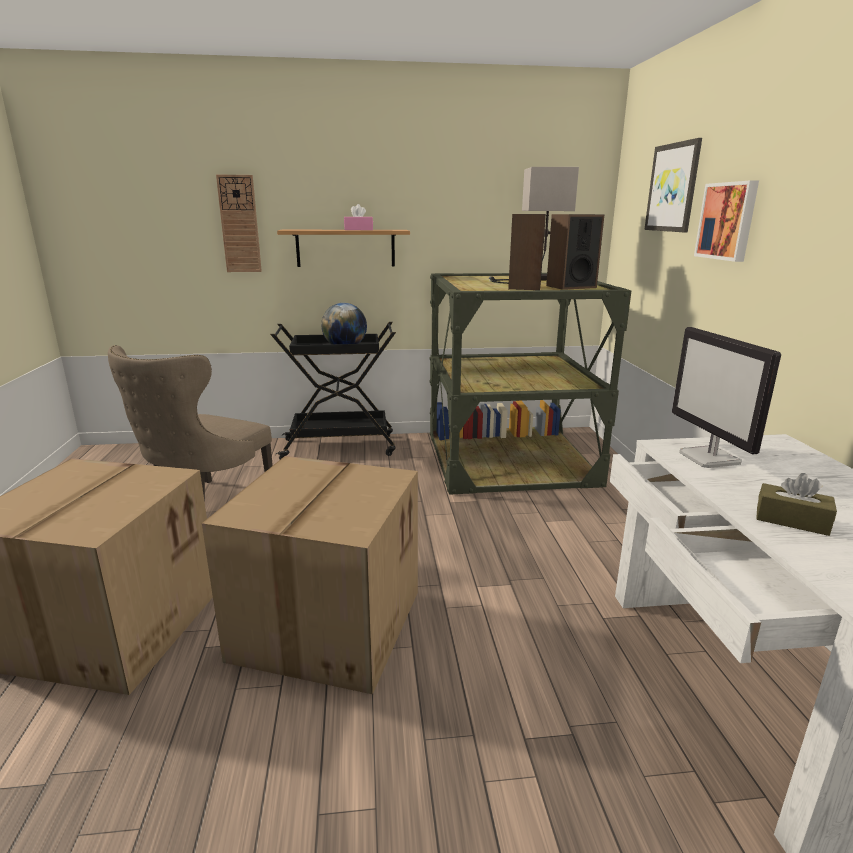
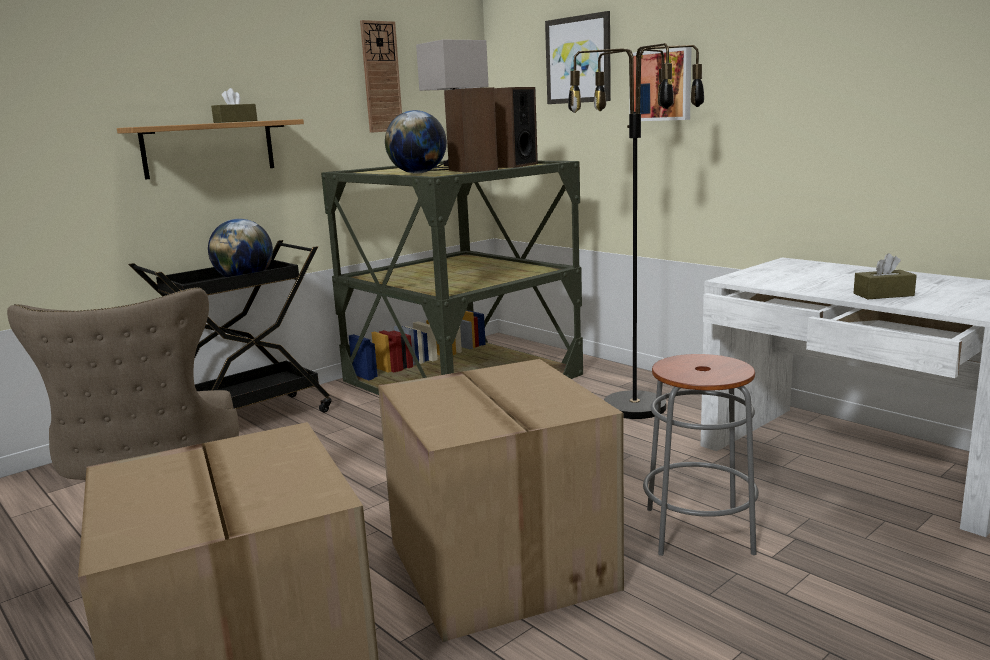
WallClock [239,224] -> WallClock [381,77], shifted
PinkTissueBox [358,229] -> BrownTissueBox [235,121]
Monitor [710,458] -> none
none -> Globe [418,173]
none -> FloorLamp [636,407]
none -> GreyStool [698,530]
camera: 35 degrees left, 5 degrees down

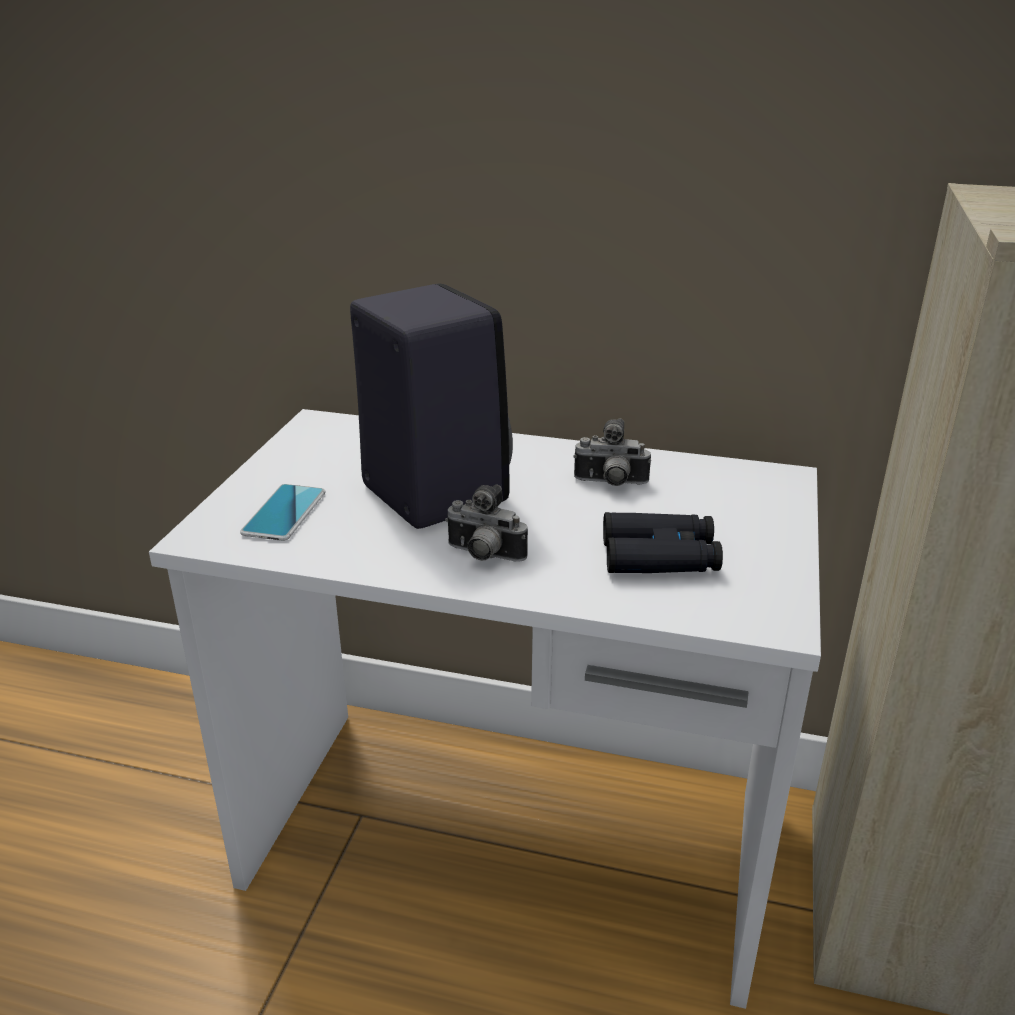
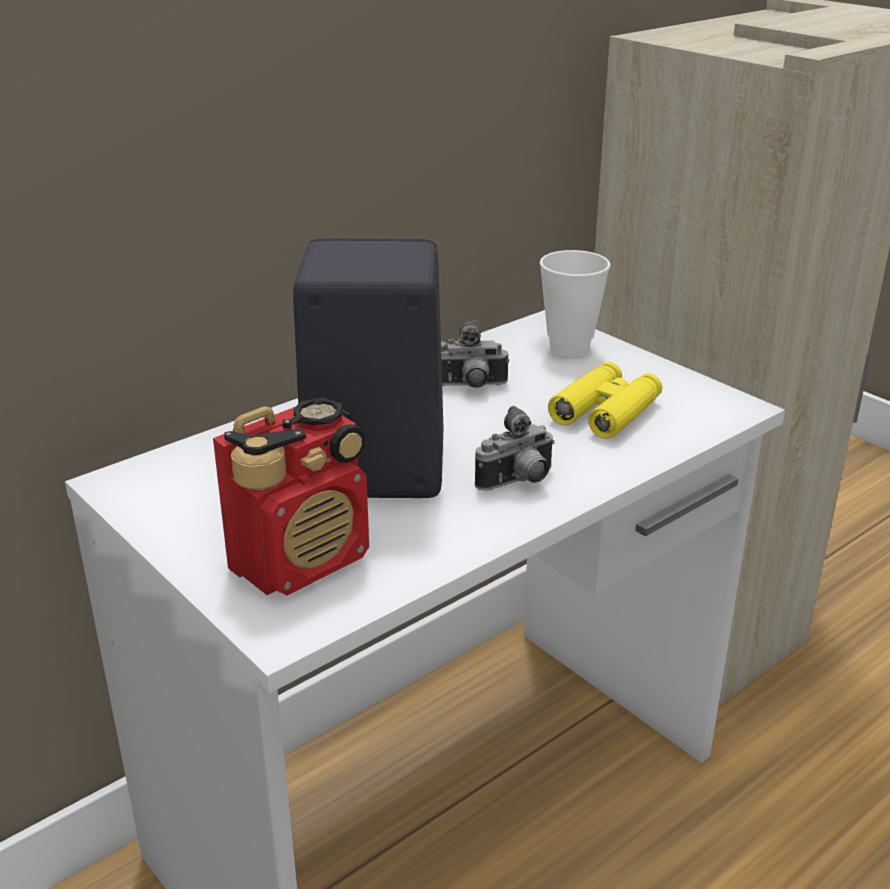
Phone [284,513] -> Radio [302,561]
PhotoCamera [610,484] -> PhotoCamera [470,387], 45 degrees clockwise
BlackBinoculars [660,557] -> YellowBinoculars [606,411]
none -> Cup [569,348]
camera: 55 degrees left, 0 degrees up

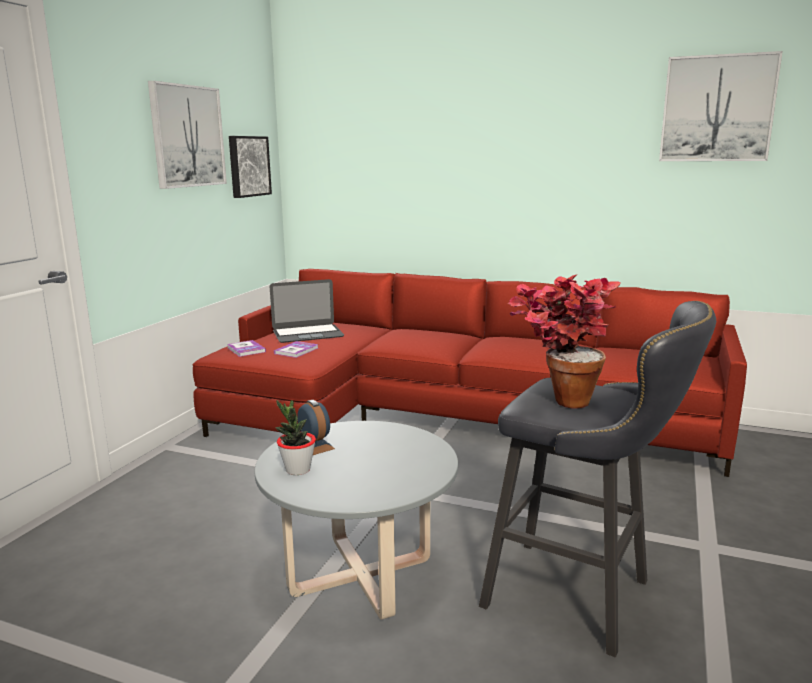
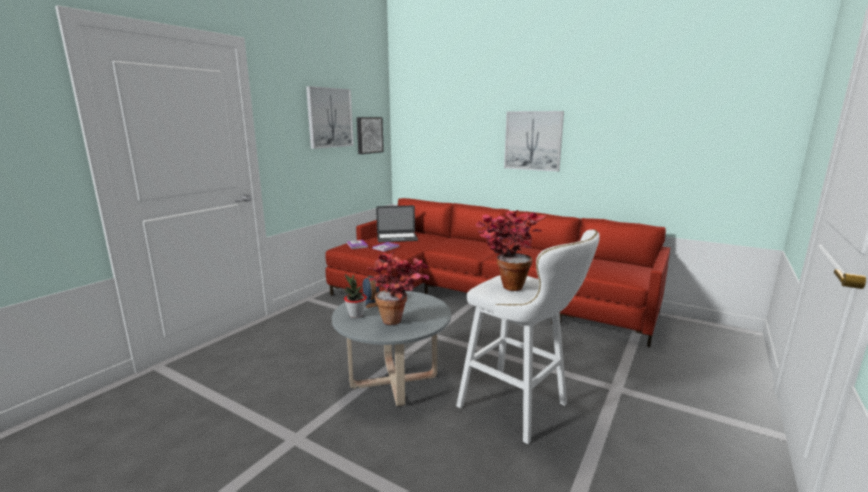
BlackStool [586,600] -> WhiteStool [523,410]
Picture [717,109] -> Picture [533,140], shifted
none -> PottedPlant [399,322]
camera: 10 degrees right, 0 degrees up

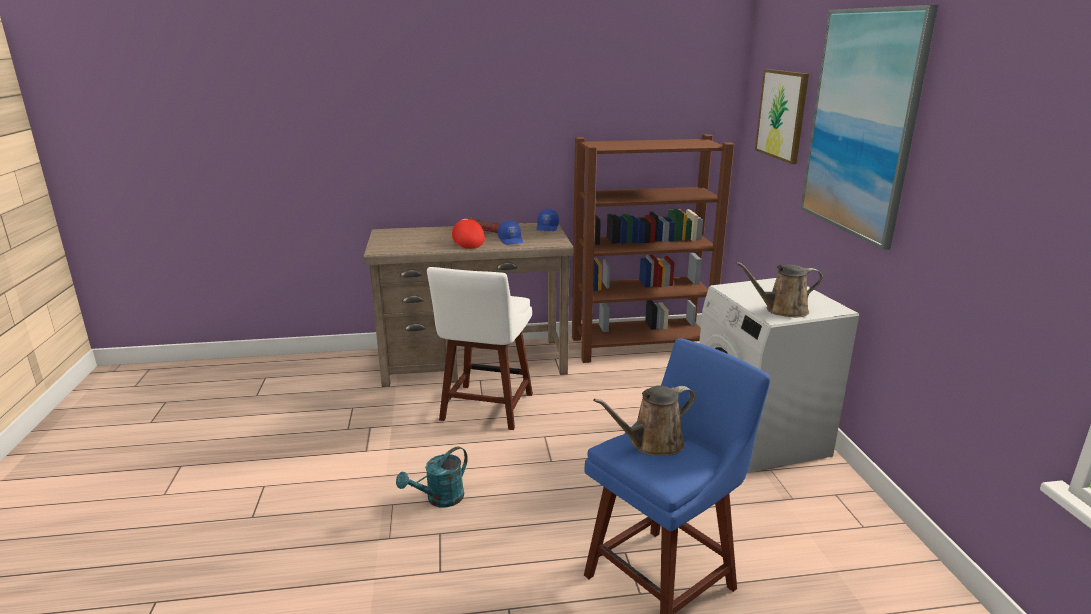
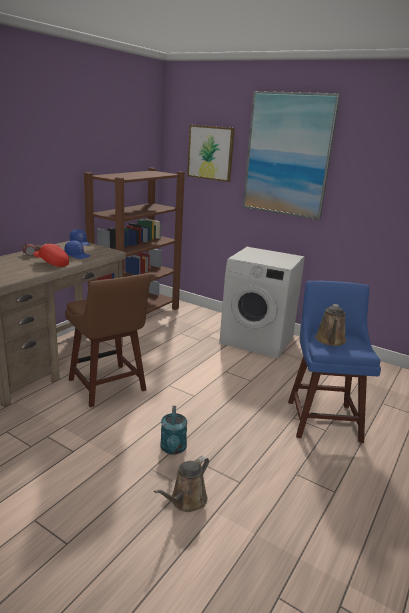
WhiteStool [485,409] -> BrownStool [108,387]
BrownWateringCan [782,310] -> BrownWateringCan [186,501], shifted
camera: 50 degrees left, 0 degrees up

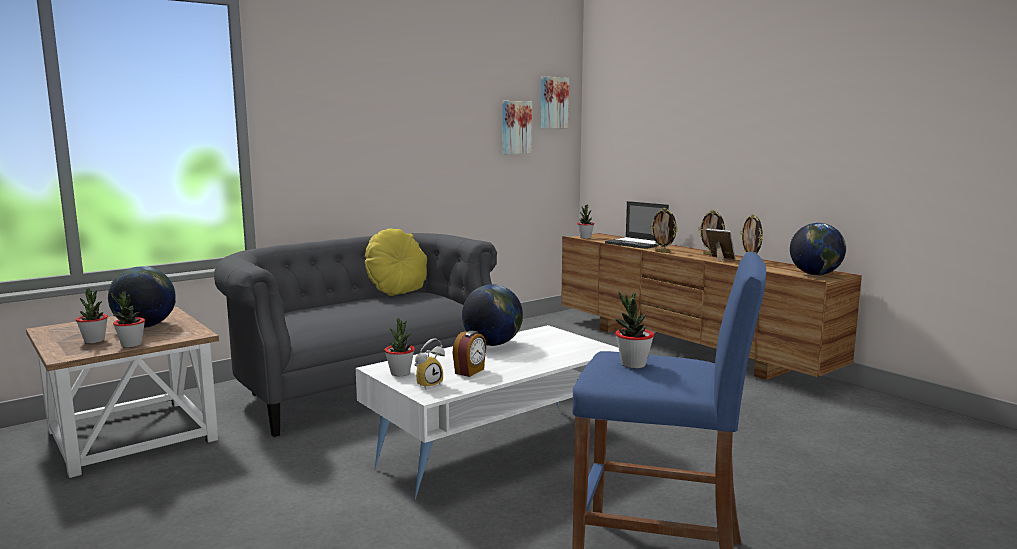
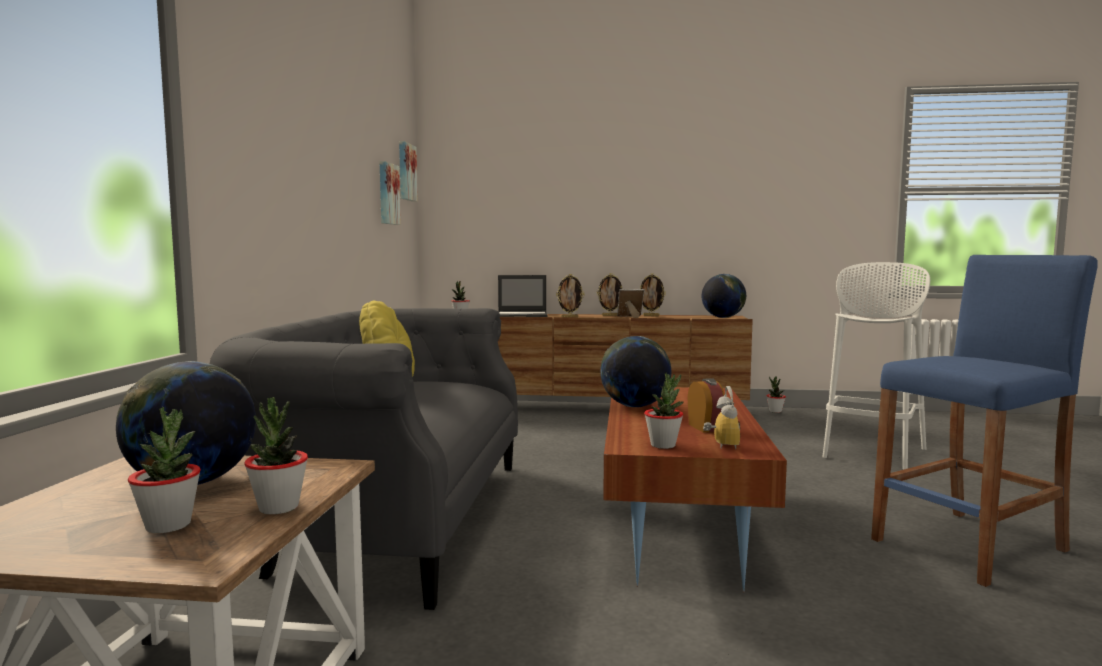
WhiteCoffeeTable [496,449] -> BrownCoffeeTable [676,522]
PottedPlant [633,364] -> PottedPlant [775,411], shifted
none -> WhiteStool [869,451]
camera: 45 degrees left, 5 degrees down

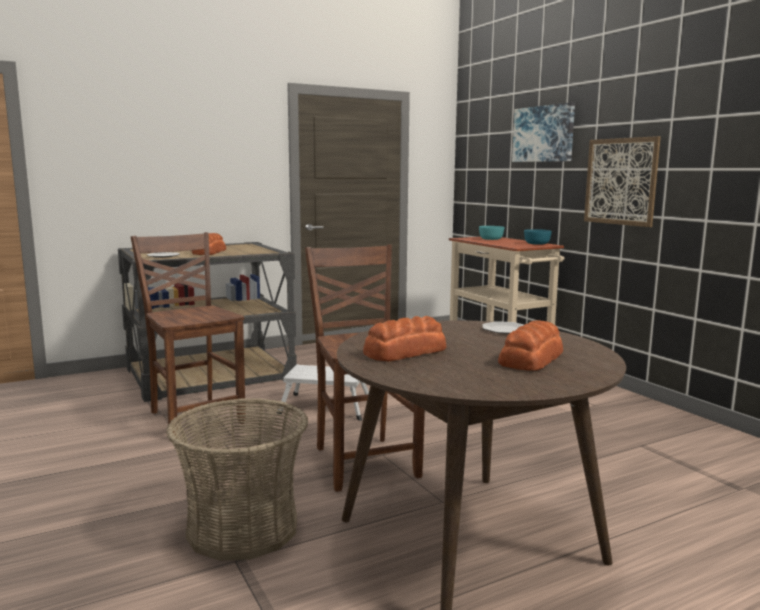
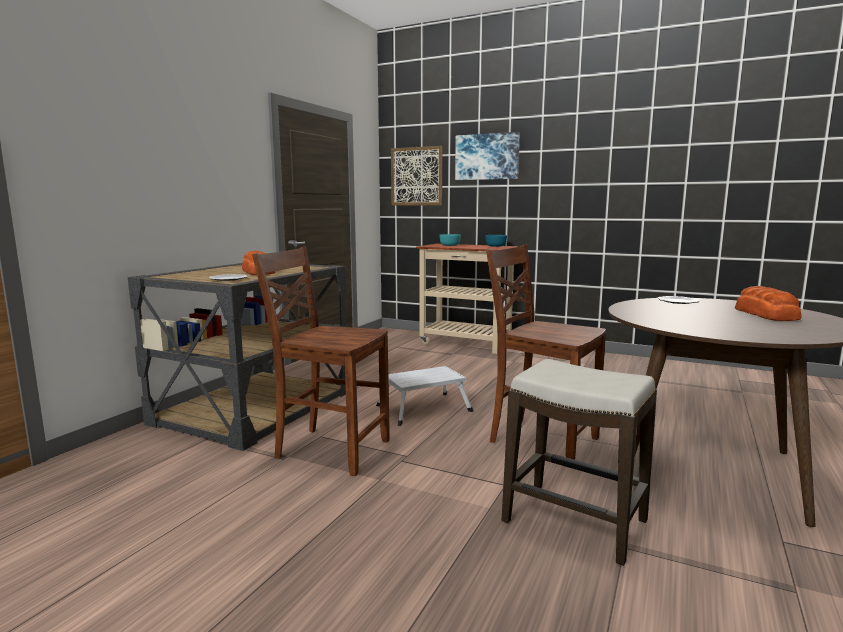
Basket [242,528] -> Stool [573,521]
Bread [404,352] -> none
Picture [620,180] -> Picture [416,175], shifted
camera: 35 degrees left, 0 degrees up

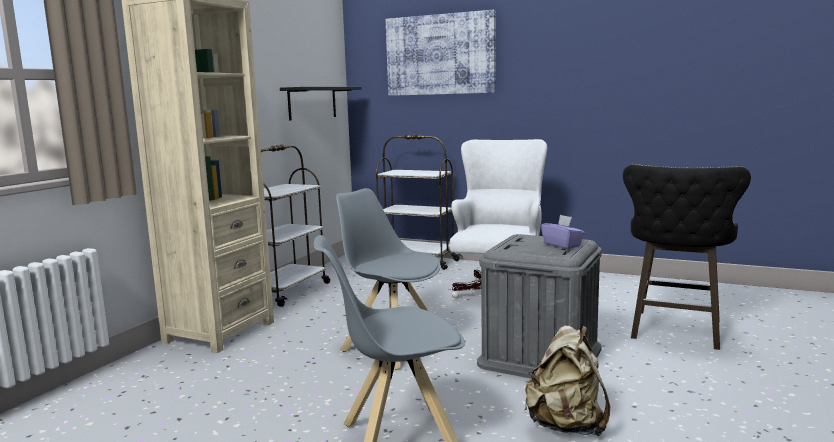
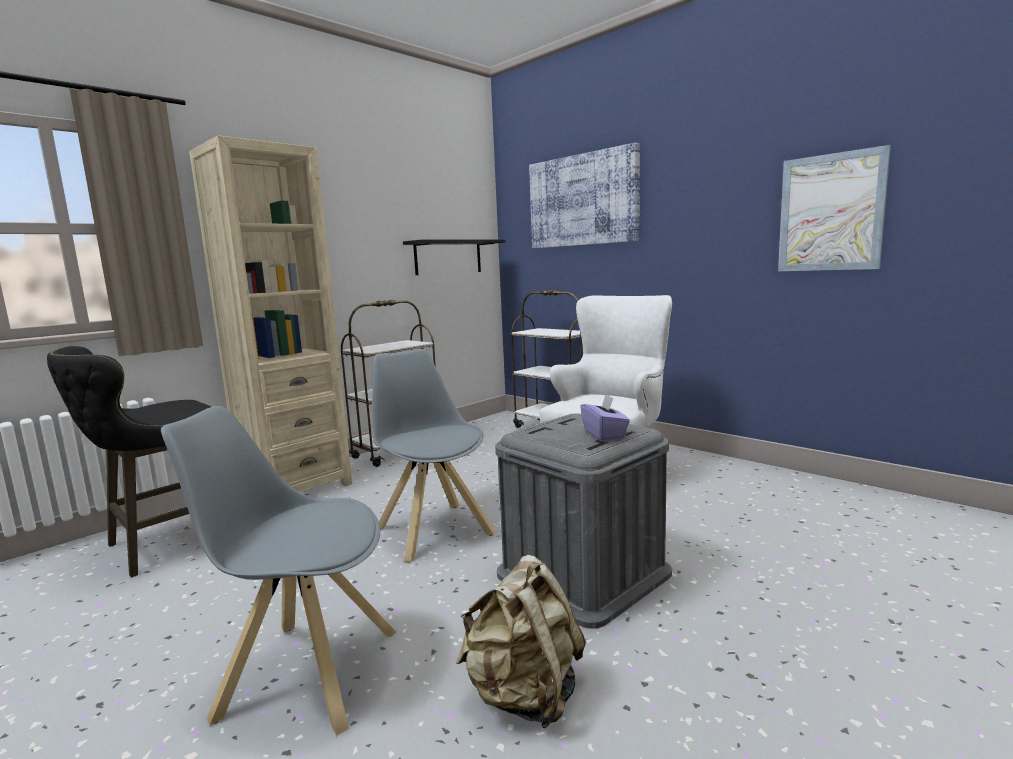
BlackStool [675,331] -> BlackStool [166,544], shifted
none -> Picture [830,213]
camera: 20 degrees right, 0 degrees up

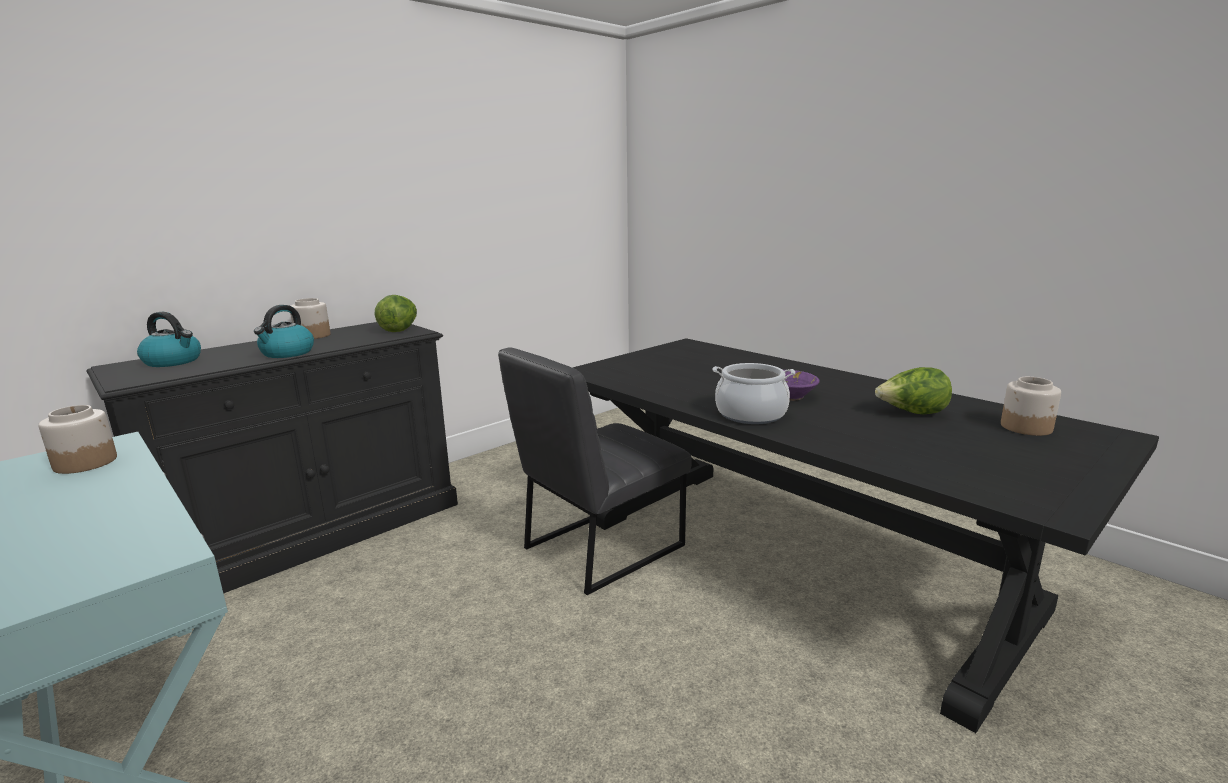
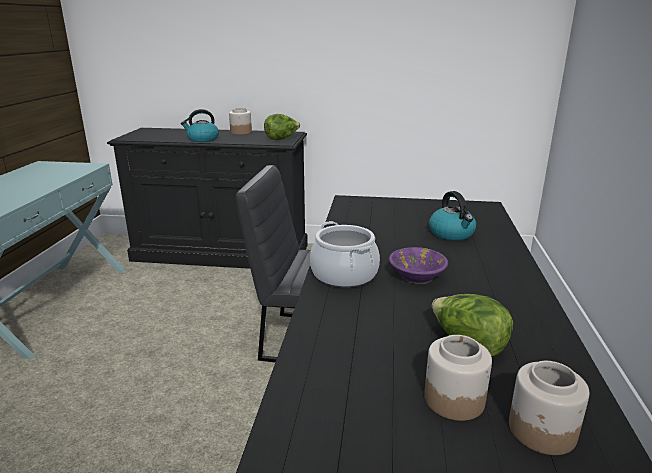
Jar [85,463] -> Jar [454,399], shifted
Kettle [174,361] -> Kettle [452,234], shifted
camera: 50 degrees right, 5 degrees up

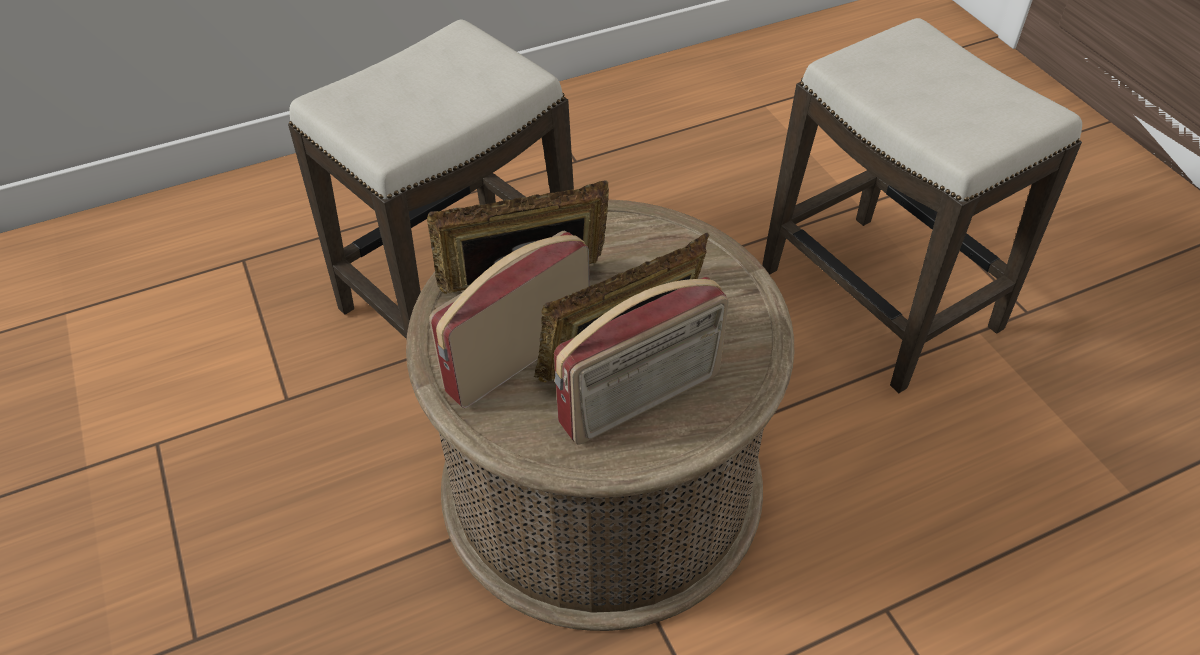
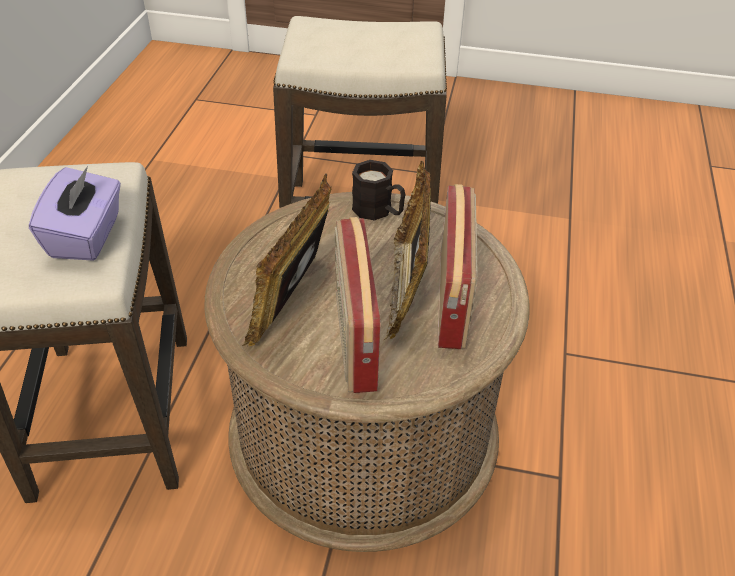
none -> PurpleTissueBox [87,236]
none -> BlackMug [378,211]
camera: 55 degrees left, 5 degrees down

